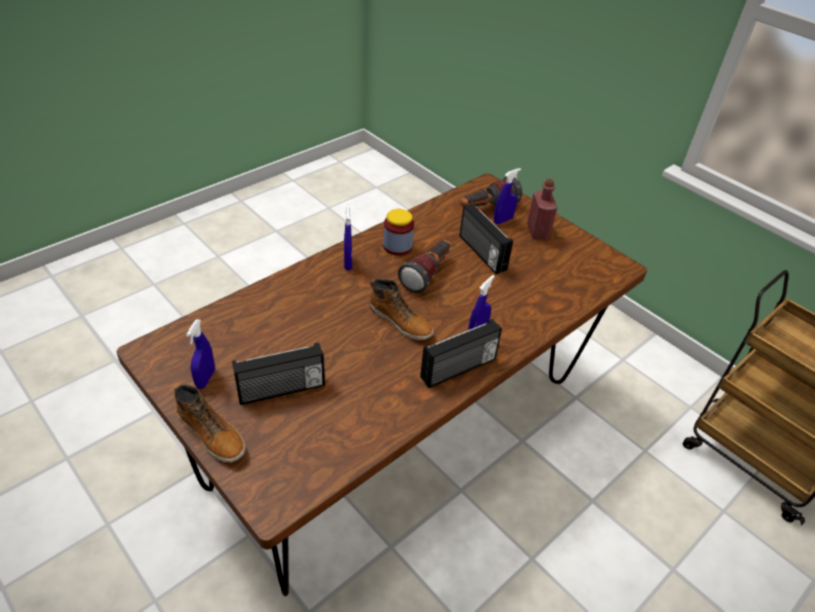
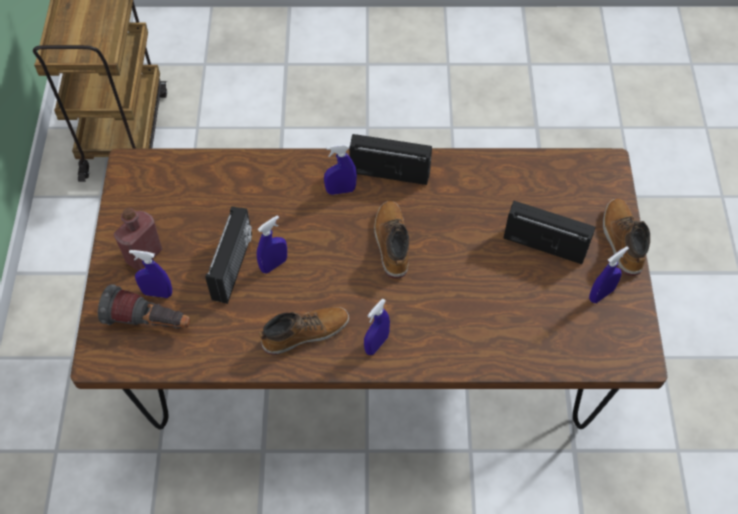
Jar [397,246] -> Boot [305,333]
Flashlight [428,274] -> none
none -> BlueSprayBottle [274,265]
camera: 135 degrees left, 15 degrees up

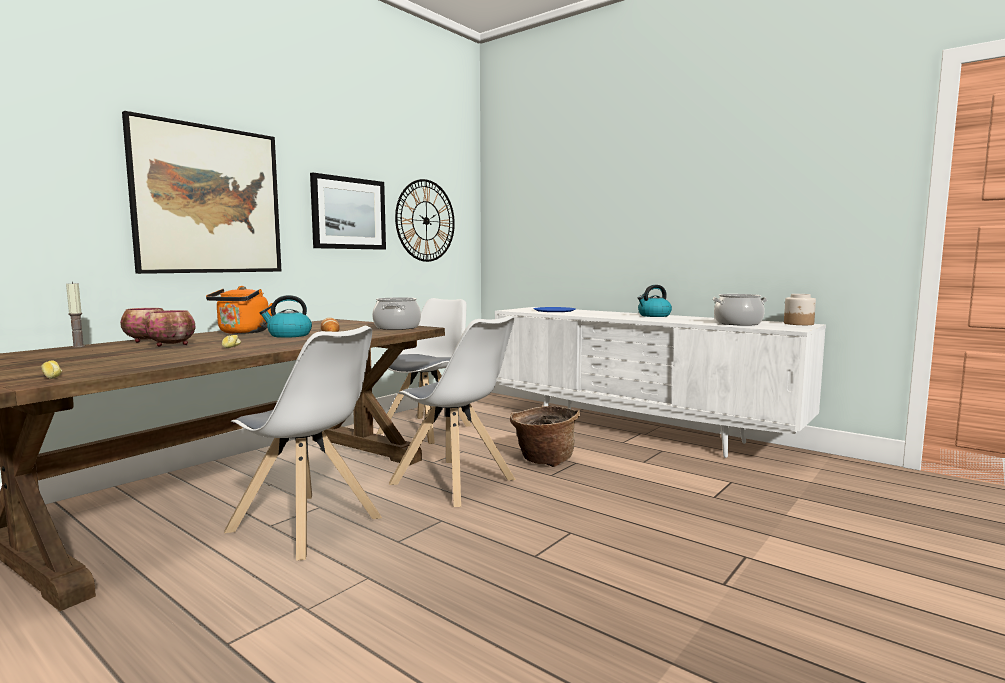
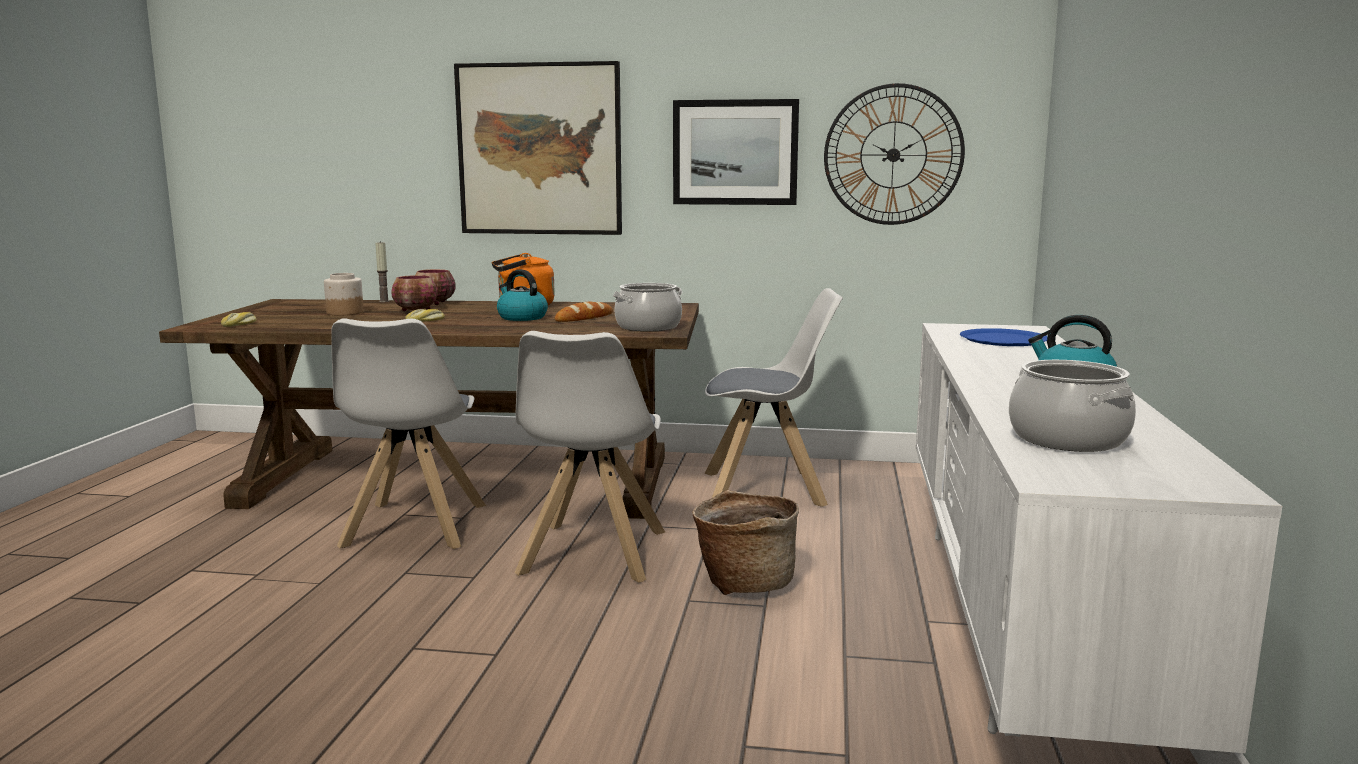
Jar [799,324] -> Jar [344,313], shifted
camera: 60 degrees right, 5 degrees up

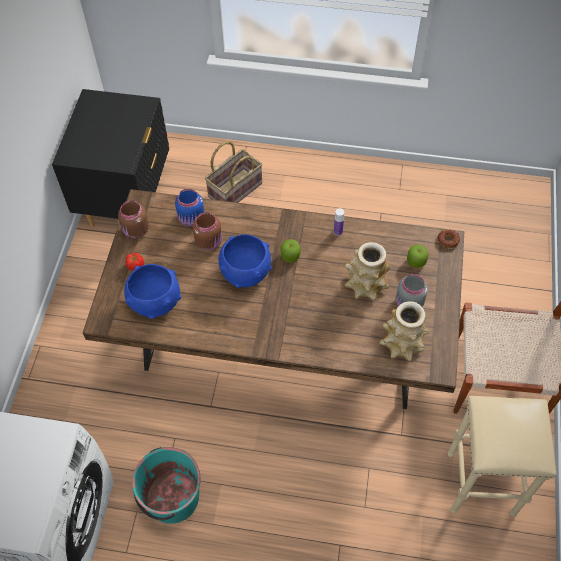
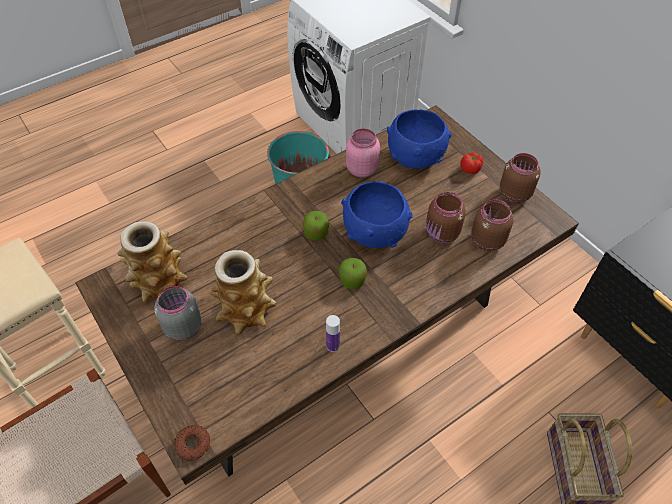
BlueJar [192,219] -> BrownJar [486,240]
Apple [416,261] -> Apple [316,233], shifted
none -> PinkJar [362,168]
camera: 135 degrees right, 5 degrees down

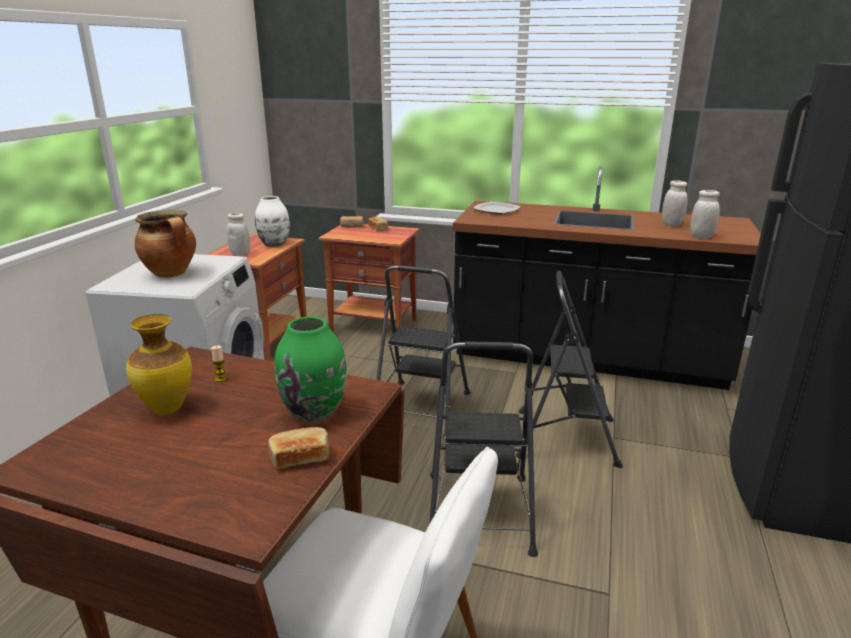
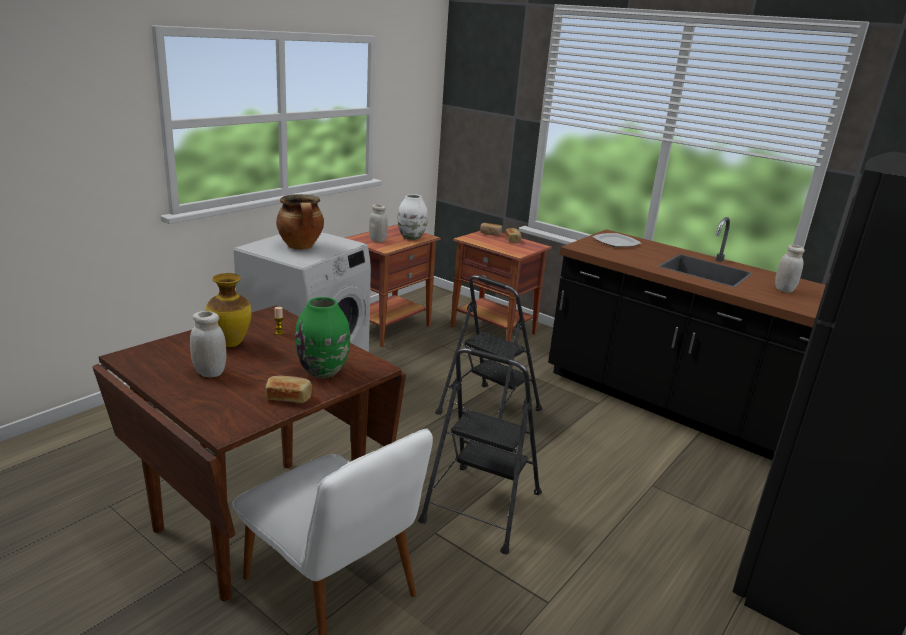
BlackStepLadder [563,436] -> none
WhiteJar [701,237] -> WhiteJar [210,372], shifted
camera: 20 degrees right, 0 degrees up

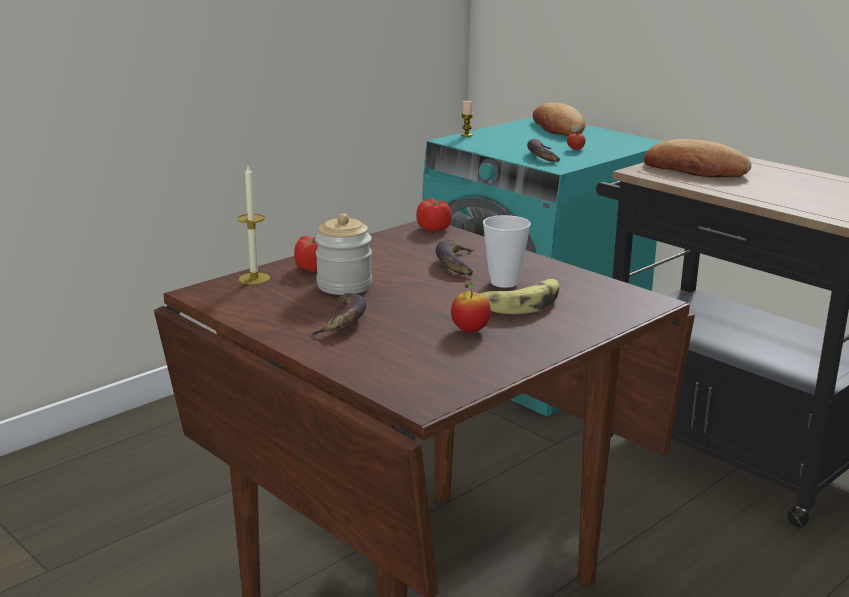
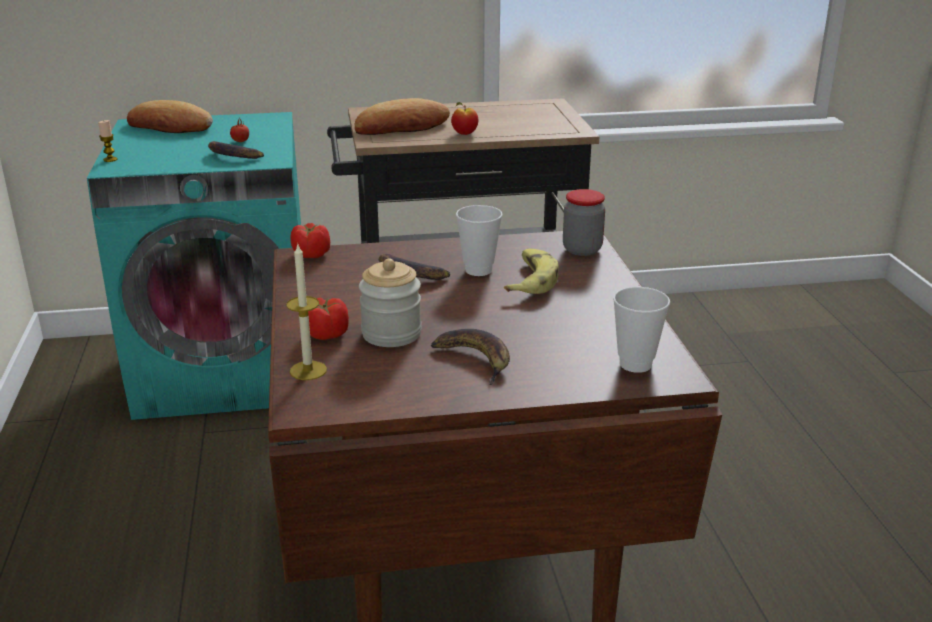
Apple [470,330] -> Apple [464,134], shifted
none -> Jar [582,249]
none -> Cup [635,364]
camera: 55 degrees left, 5 degrees up

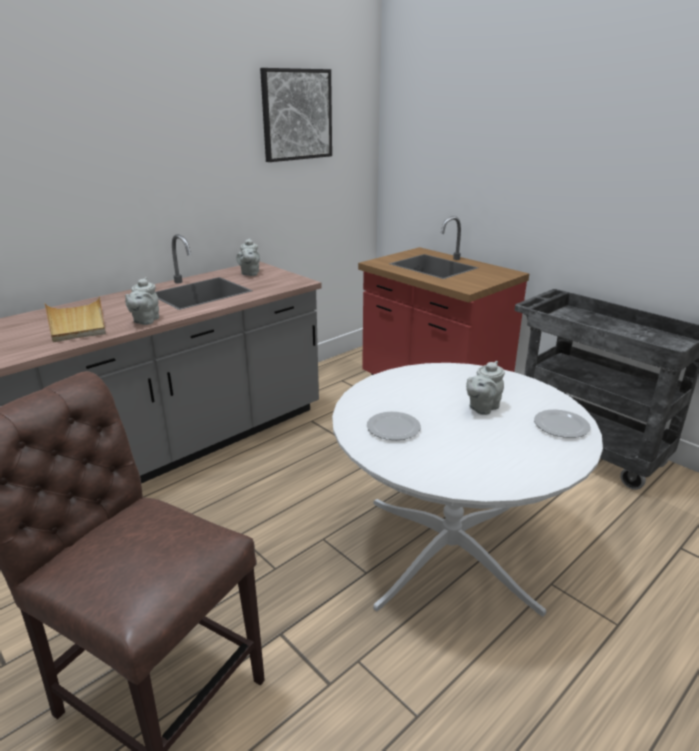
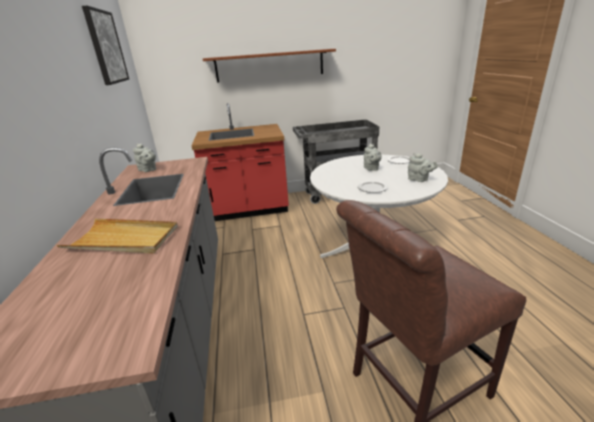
GreyTeapot [145,321] -> GreyTeapot [419,180], shifted
none -> BrownShelf [270,65]
camera: 55 degrees left, 0 degrees up

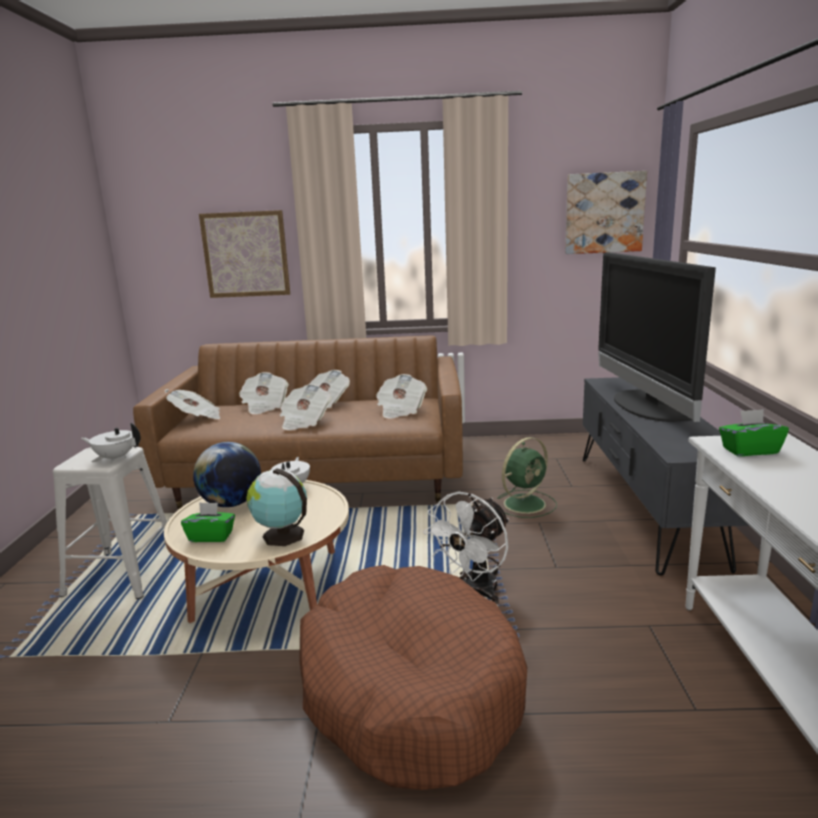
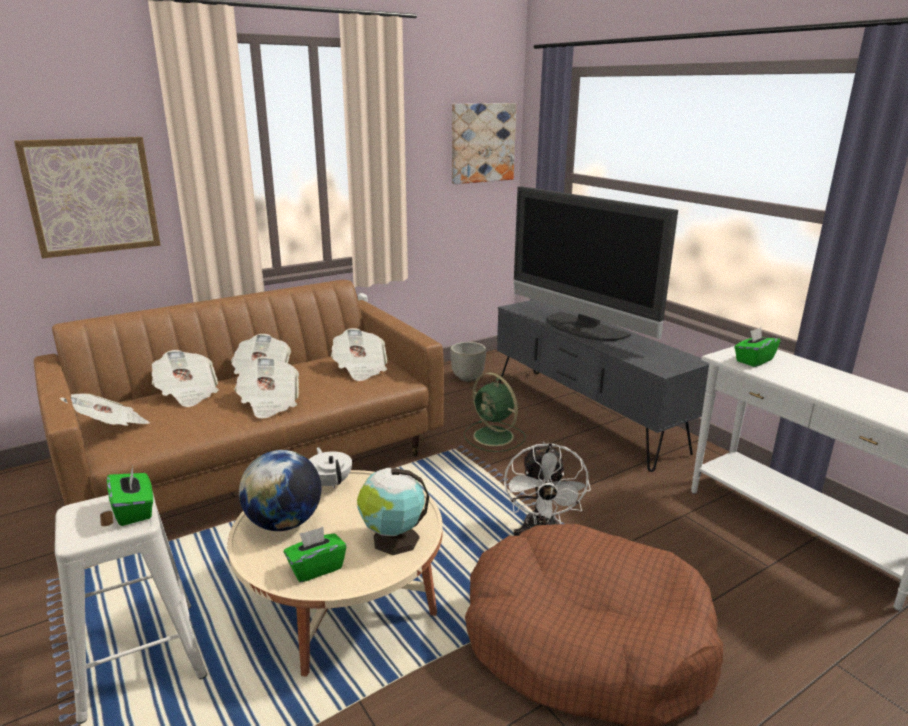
WhiteTeapot [115,457] -> GreenTissueBox [134,510]
GreenFan [526,503] -> GreenFan [495,437], 120 degrees clockwise
none -> GreyPlanter [467,378]
camera: 35 degrees left, 5 degrees up

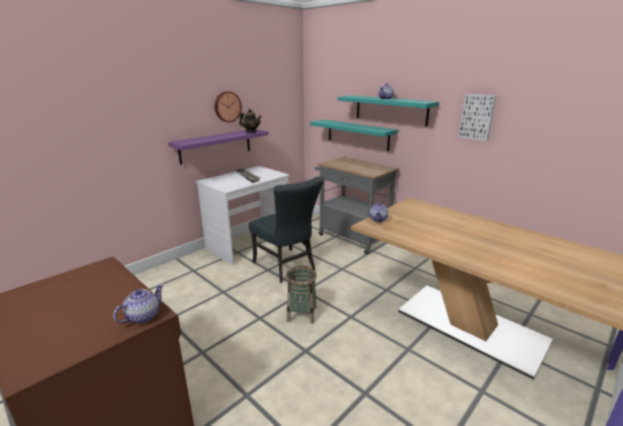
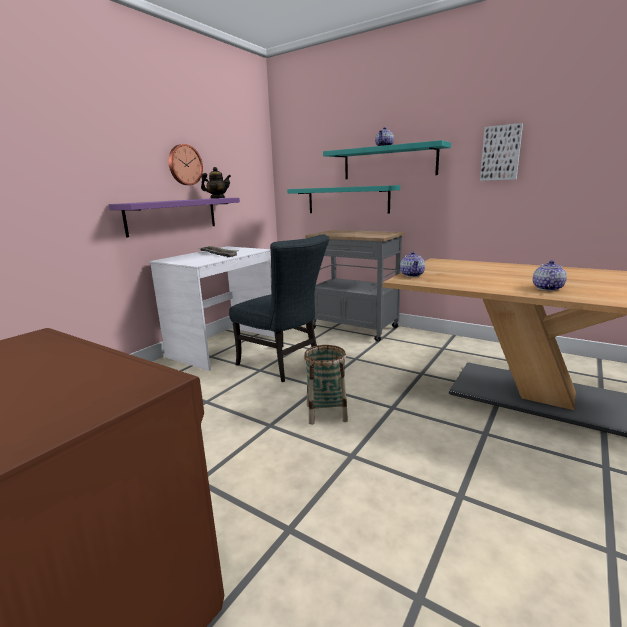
Teapot [142,316] -> Teapot [547,288], shifted
camera: 10 degrees left, 5 degrees down

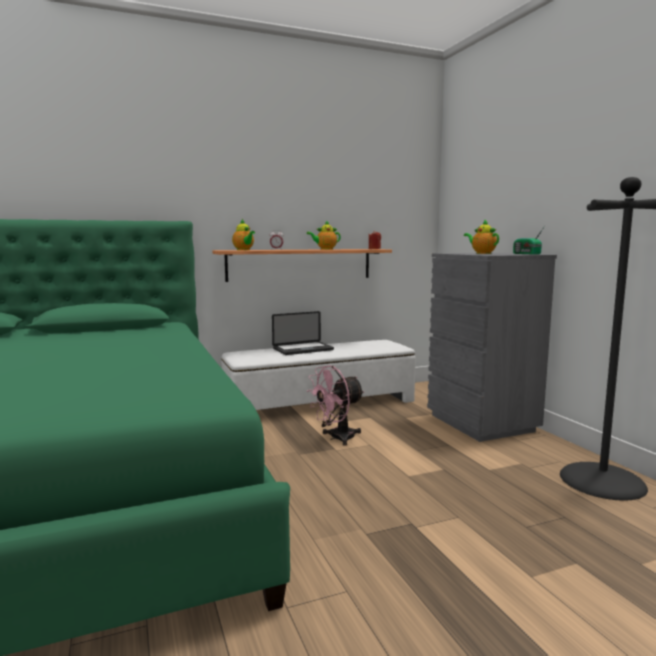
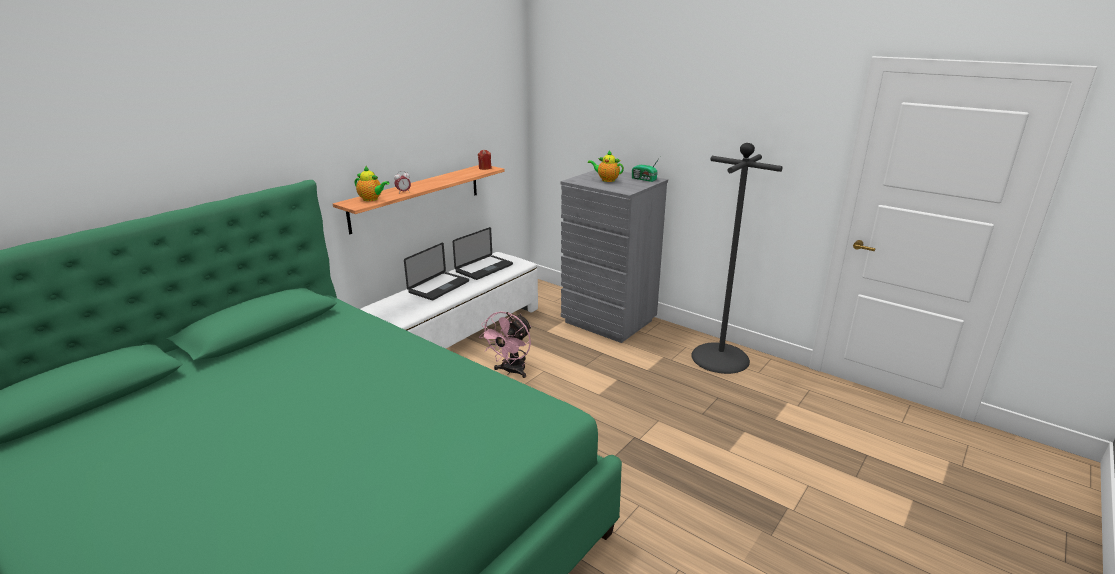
Teapot [325,249] -> none
none -> Laptop [484,268]
camera: 30 degrees left, 15 degrees up

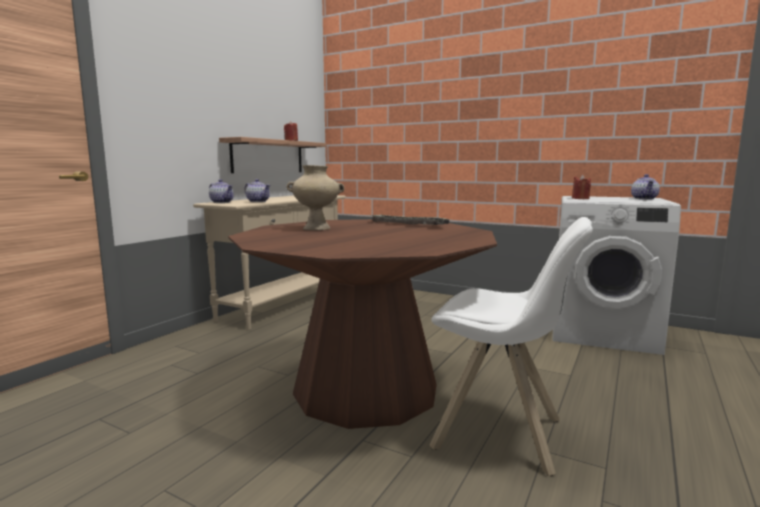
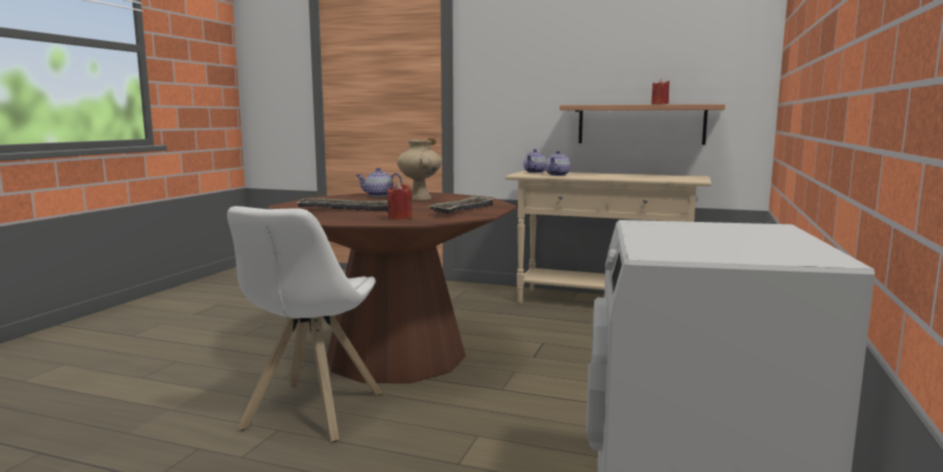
RedCandle [580,198] -> RedCandle [400,218], shifted
Teapot [645,199] -> Teapot [378,195], shifted
none -> Tray [347,210]
camera: 80 degrees right, 0 degrees up

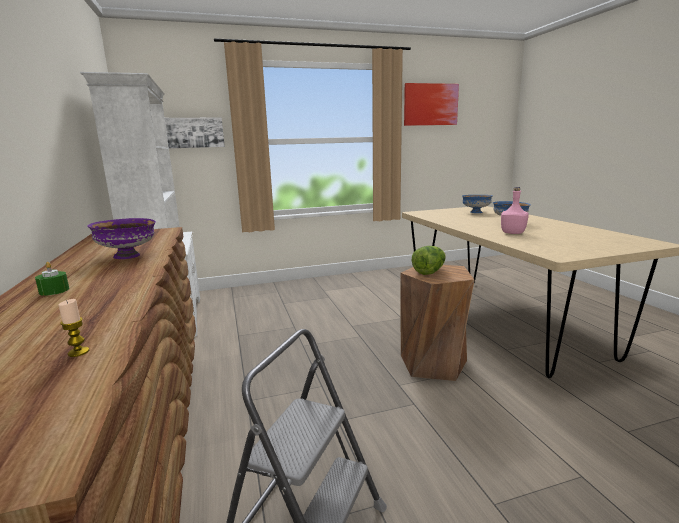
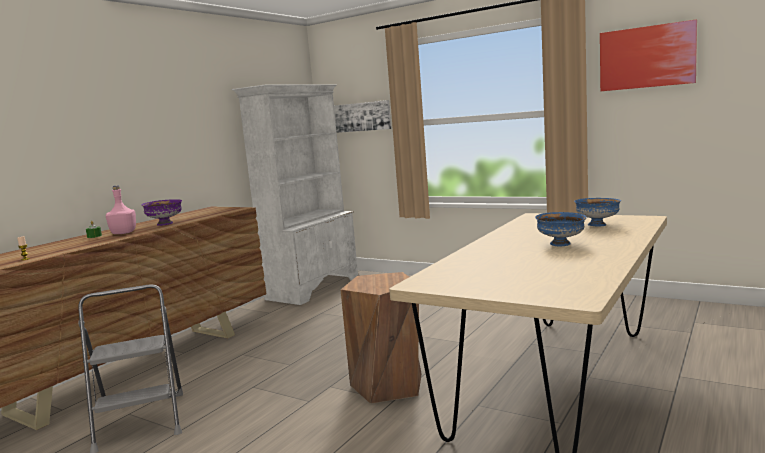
Lettuce [429,272] -> none
PinkBottle [513,233] -> PinkBottle [124,233], shifted
camera: 50 degrees right, 5 degrees down

